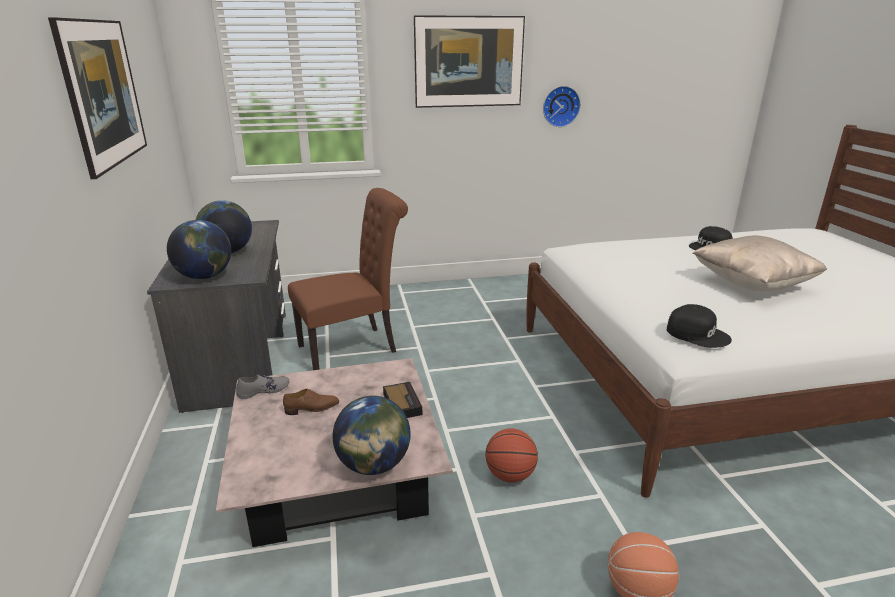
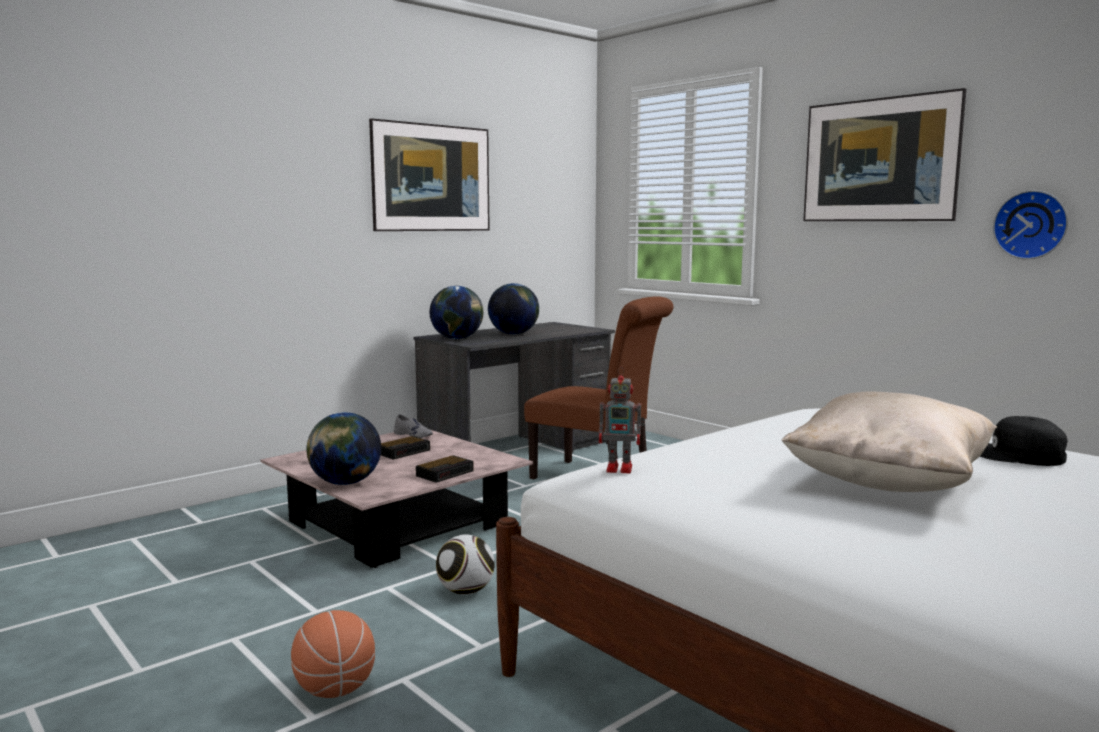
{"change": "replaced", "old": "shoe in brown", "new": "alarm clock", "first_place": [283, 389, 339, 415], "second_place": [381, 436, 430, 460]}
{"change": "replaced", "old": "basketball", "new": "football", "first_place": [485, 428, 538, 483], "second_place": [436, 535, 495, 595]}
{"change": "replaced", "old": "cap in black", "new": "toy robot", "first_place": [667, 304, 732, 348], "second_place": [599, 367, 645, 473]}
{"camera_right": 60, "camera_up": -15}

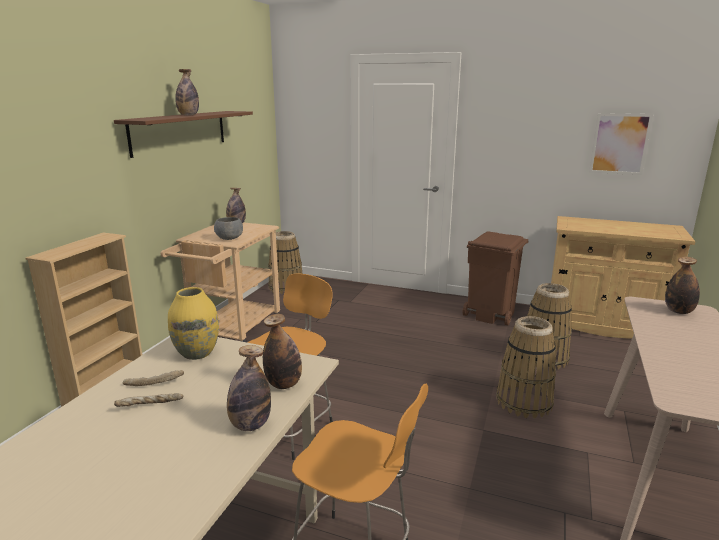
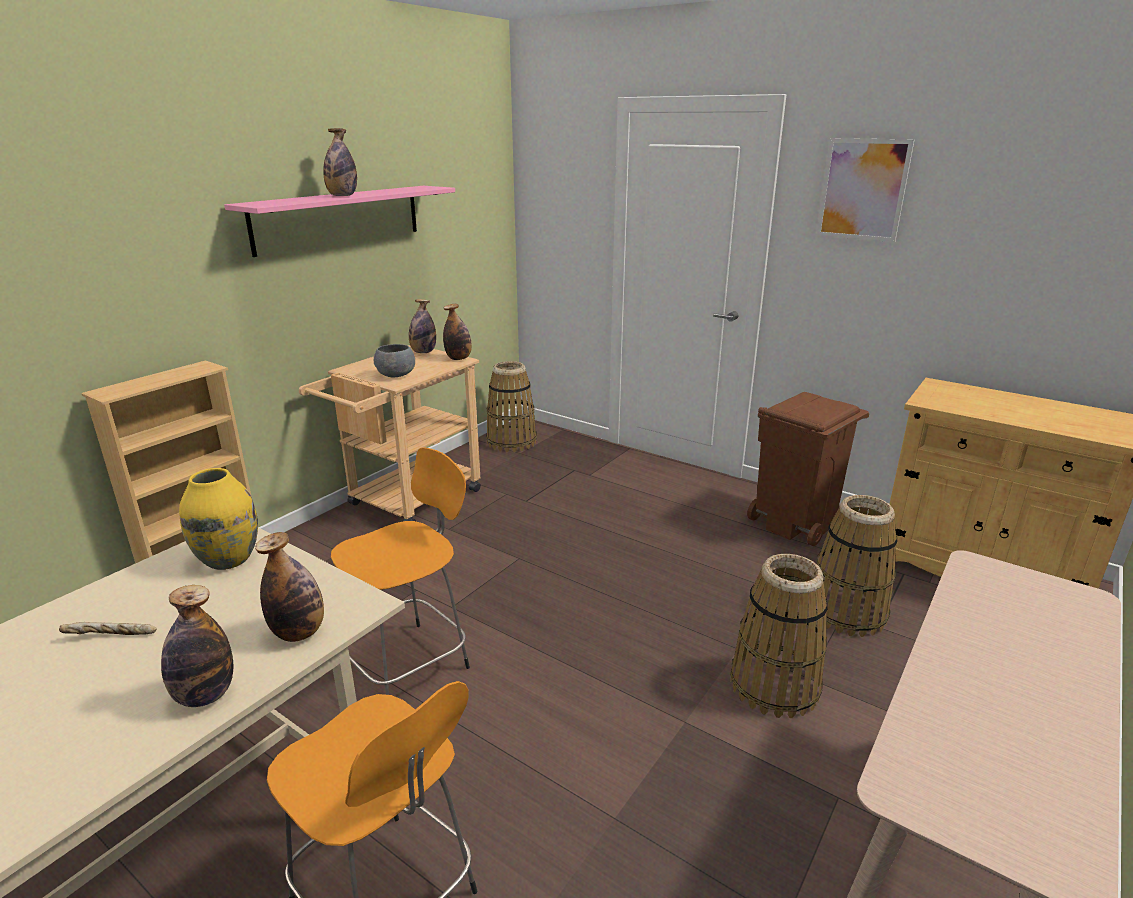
{"change": "recoloured", "old": "shelf in brown", "new": "shelf in pink", "first_place": [114, 111, 253, 158], "second_place": [224, 186, 455, 257]}
{"change": "removed", "old": "bread", "first_place": [122, 370, 184, 386]}
{"change": "moved", "old": "picture", "first_place": [589, 113, 653, 175], "second_place": [816, 138, 915, 242]}
{"change": "moved", "old": "bottle", "first_place": [665, 256, 700, 314], "second_place": [443, 304, 472, 360]}
{"camera_right": 15, "camera_up": 5}

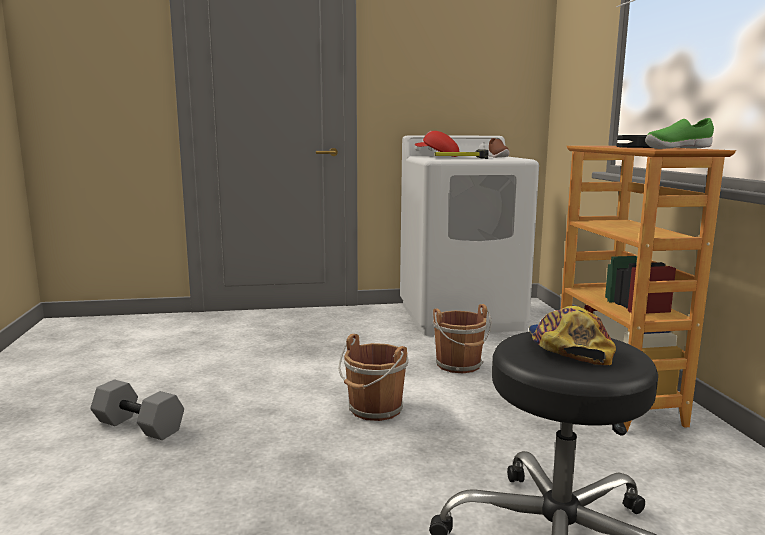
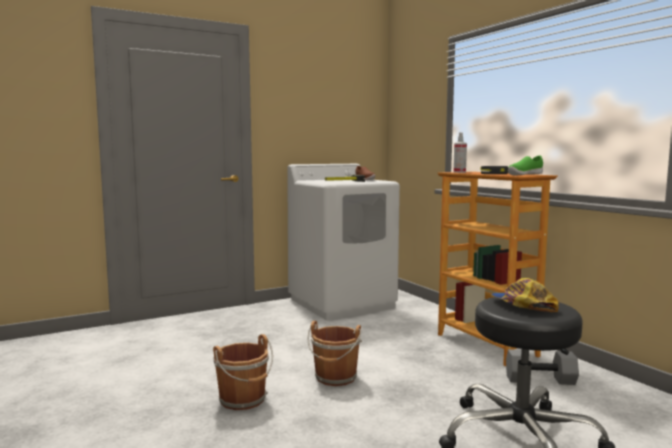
{"change": "moved", "old": "dumbbell in grey", "first_place": [90, 379, 184, 440], "second_place": [506, 349, 579, 385]}
{"change": "removed", "old": "cap in red", "first_place": [415, 131, 459, 157]}
{"change": "moved", "old": "bucket in brown", "first_place": [433, 304, 492, 373], "second_place": [213, 334, 273, 410]}
{"change": "added", "new": "spray bottle", "second_place": [453, 132, 467, 173]}
{"camera_right": -20, "camera_up": -5}

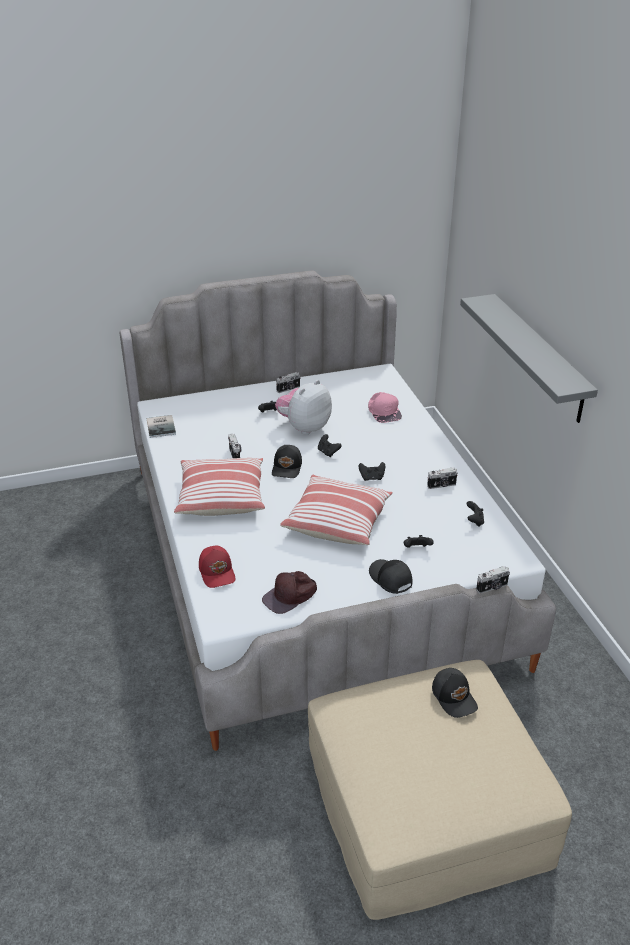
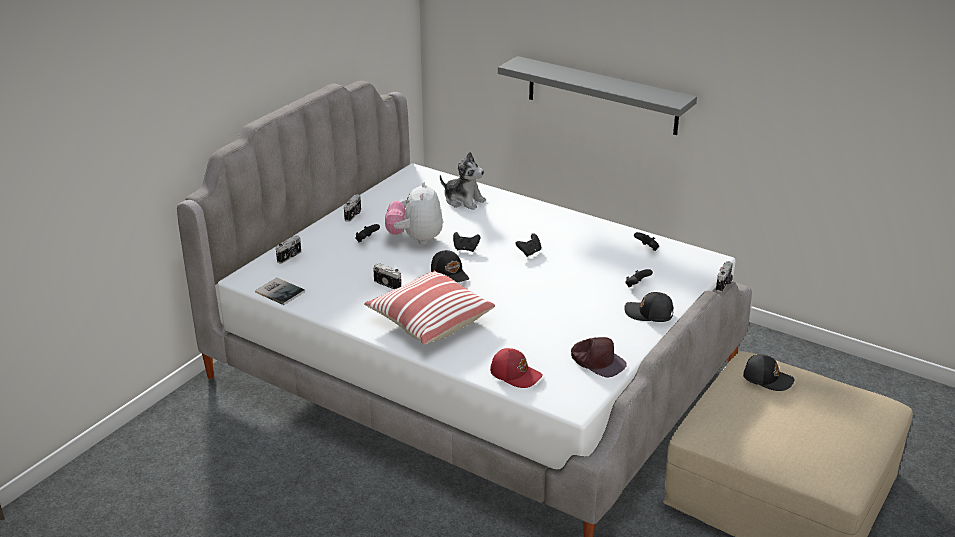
{"change": "turned", "old": "cap in brown", "first_place": [262, 571, 317, 614], "second_place": [571, 337, 627, 378], "degrees": -60}
{"change": "removed", "old": "pillow", "first_place": [280, 475, 393, 545]}
{"change": "replaced", "old": "cap in pink", "new": "plush toy", "first_place": [368, 392, 402, 423], "second_place": [440, 152, 486, 210]}
{"change": "moved", "old": "photo camera", "first_place": [427, 468, 458, 489], "second_place": [276, 235, 301, 264]}
{"camera_right": -40, "camera_up": -5}

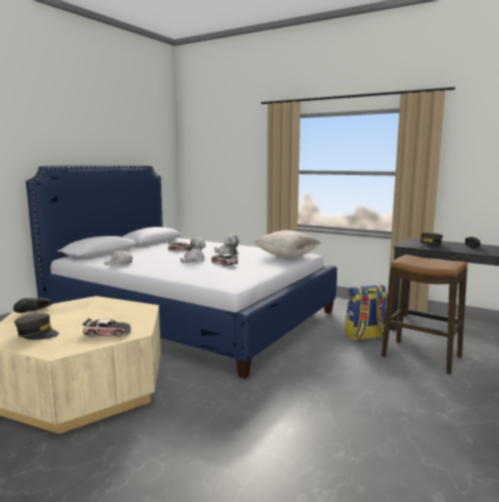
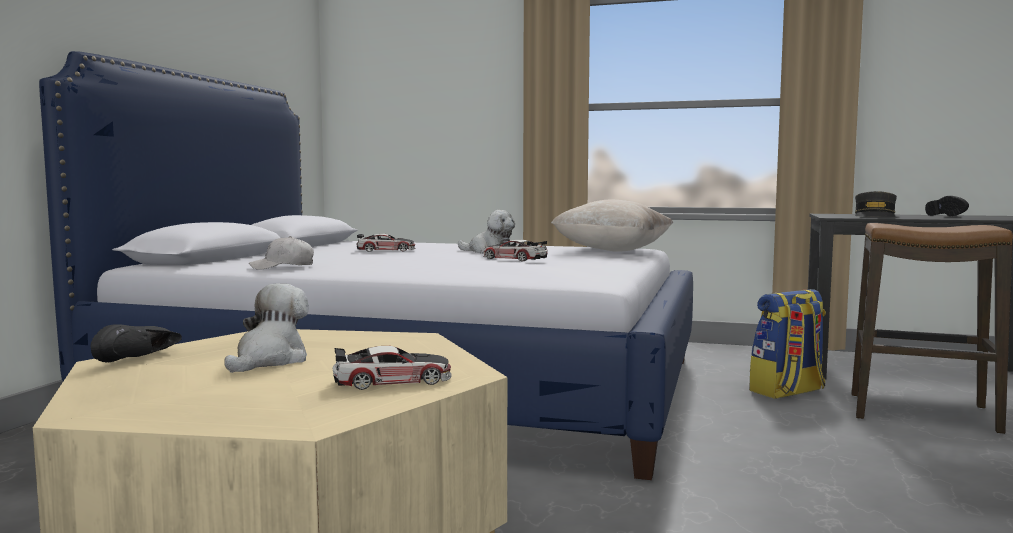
{"change": "removed", "old": "cap in grey", "first_place": [14, 314, 59, 340]}
{"change": "moved", "old": "plush toy", "first_place": [180, 237, 206, 263], "second_place": [224, 284, 309, 373]}
{"camera_right": -15, "camera_up": -5}

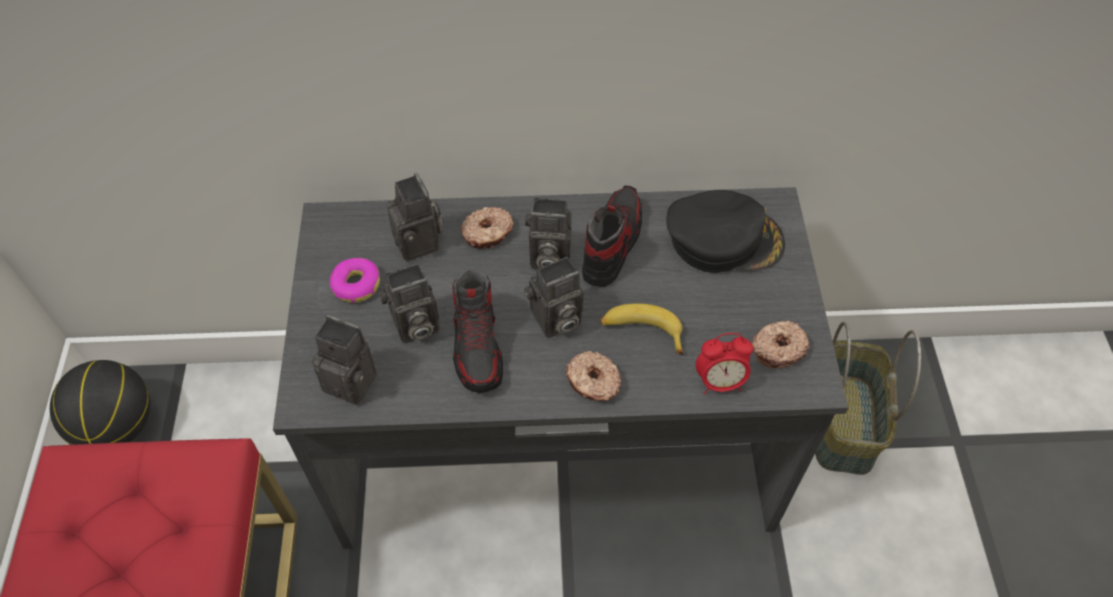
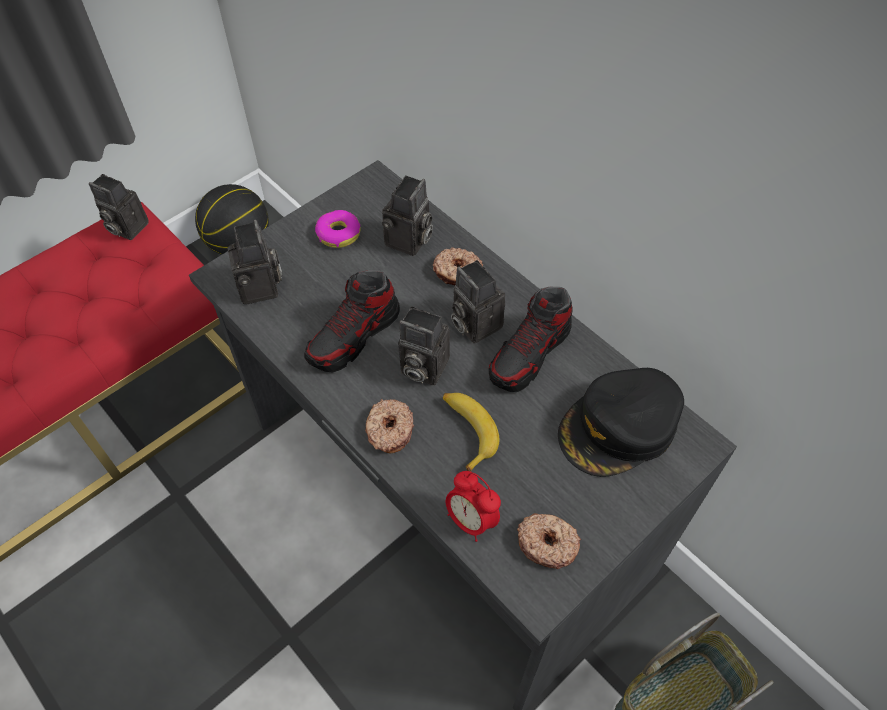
{"change": "moved", "old": "photo camera", "first_place": [379, 263, 439, 343], "second_place": [89, 174, 149, 240]}
{"change": "turned", "old": "shoe", "first_place": [582, 186, 642, 287], "second_place": [489, 287, 573, 392], "degrees": 150}
{"change": "turned", "old": "cap in black", "first_place": [666, 190, 785, 273], "second_place": [558, 368, 684, 477], "degrees": 90}
{"camera_right": 50, "camera_up": 0}

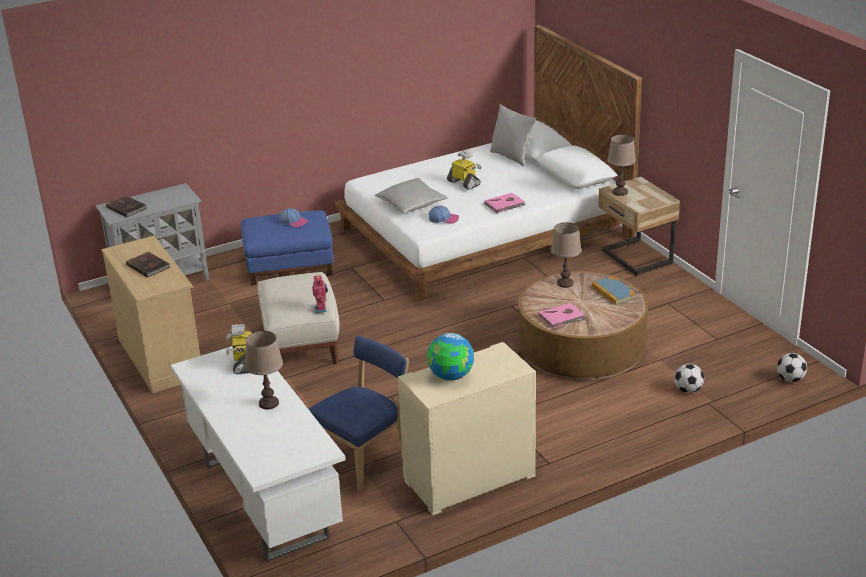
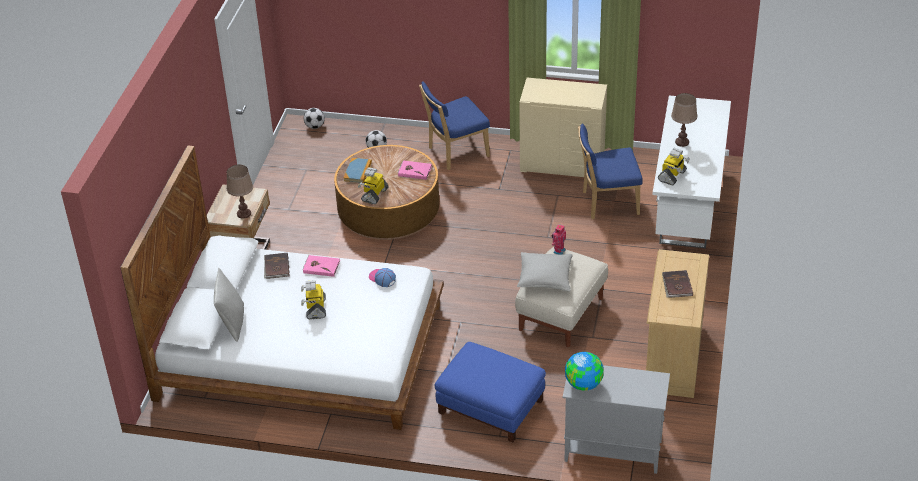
{"change": "moved", "old": "book in brown", "first_place": [106, 196, 147, 217], "second_place": [264, 253, 290, 279]}
{"change": "removed", "old": "cap", "first_place": [279, 208, 308, 227]}
{"change": "moved", "old": "pillow in grey", "first_place": [375, 178, 448, 214], "second_place": [517, 252, 573, 292]}
{"change": "moved", "old": "globe", "first_place": [427, 333, 474, 381], "second_place": [565, 352, 604, 390]}
{"change": "replaced", "old": "table lamp in brown", "new": "toy robot", "first_place": [551, 222, 582, 288], "second_place": [358, 167, 389, 204]}
{"change": "added", "new": "chair in blue", "second_place": [419, 81, 490, 170]}
{"camera_right": -140, "camera_up": 10}

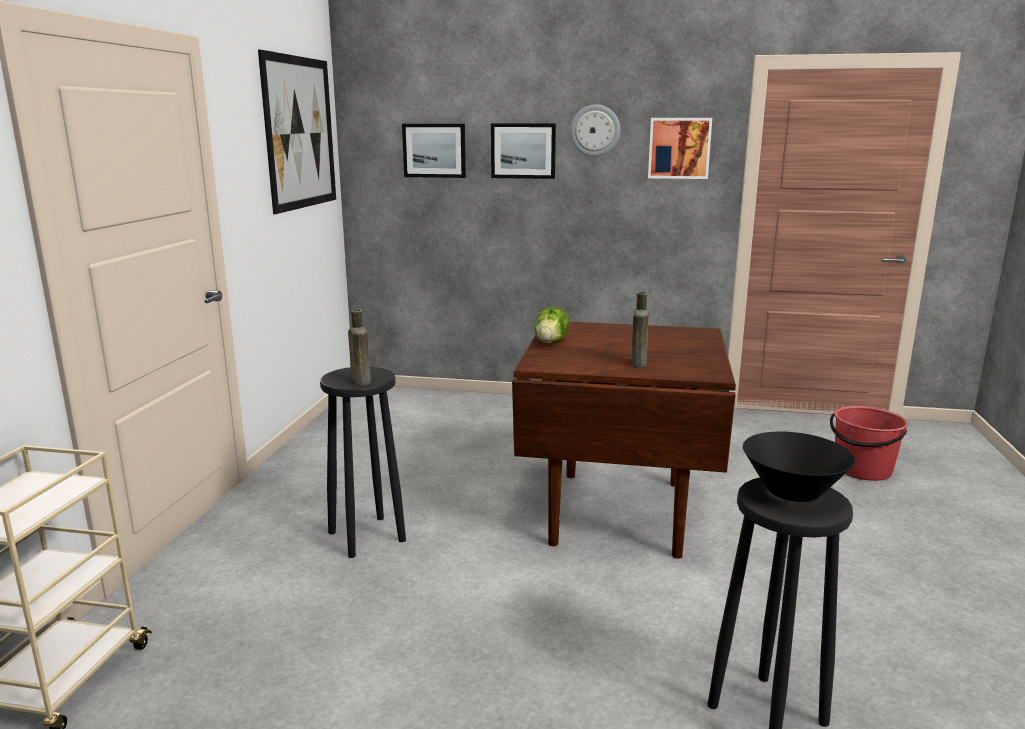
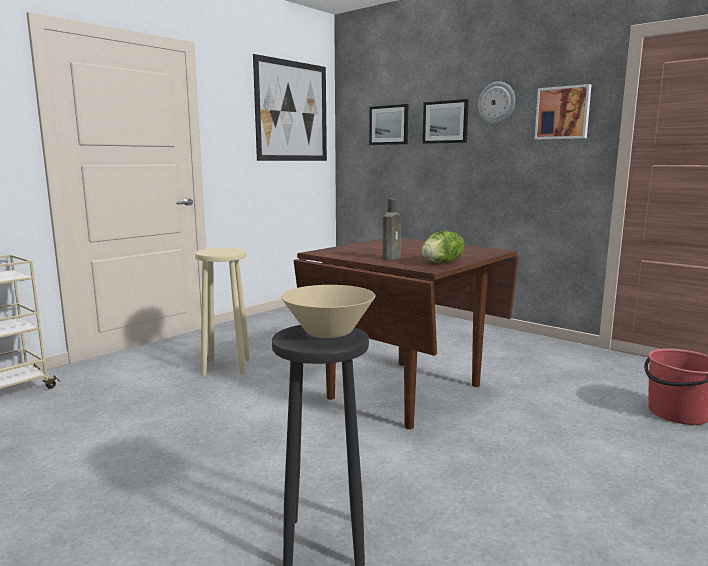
{"change": "recoloured", "old": "stool in black", "new": "stool in beige", "first_place": [320, 367, 406, 558], "second_place": [195, 248, 250, 375]}
{"change": "removed", "old": "bottle in brown", "first_place": [348, 309, 371, 386]}
{"change": "moved", "old": "lettuce", "first_place": [534, 307, 569, 343], "second_place": [421, 231, 464, 263]}
{"change": "recoloured", "old": "bowl in black", "new": "bowl in beige", "first_place": [743, 432, 855, 502], "second_place": [281, 285, 376, 338]}
{"camera_right": 30, "camera_up": -5}

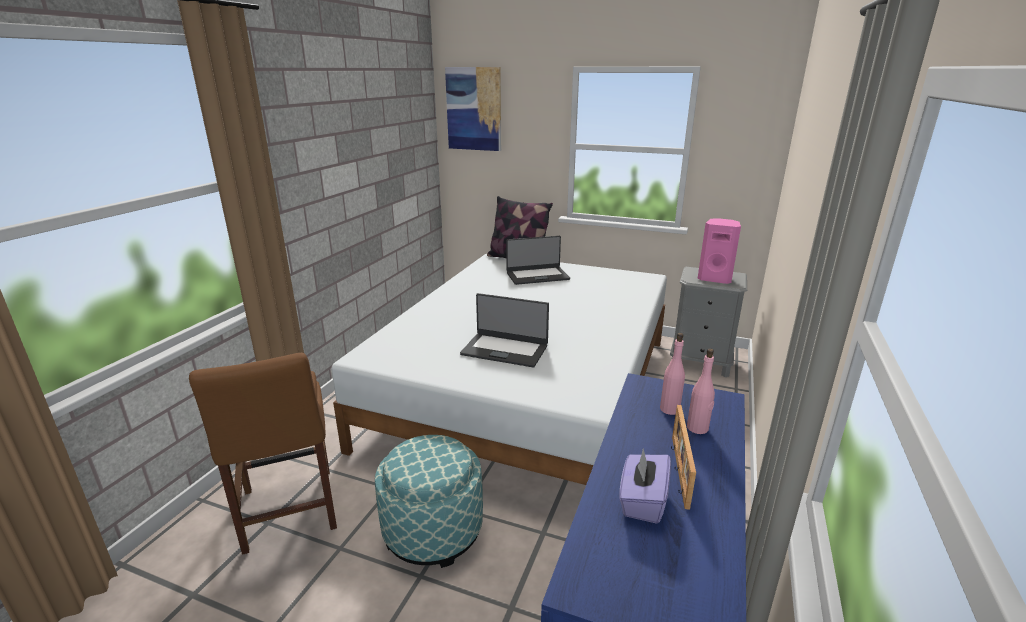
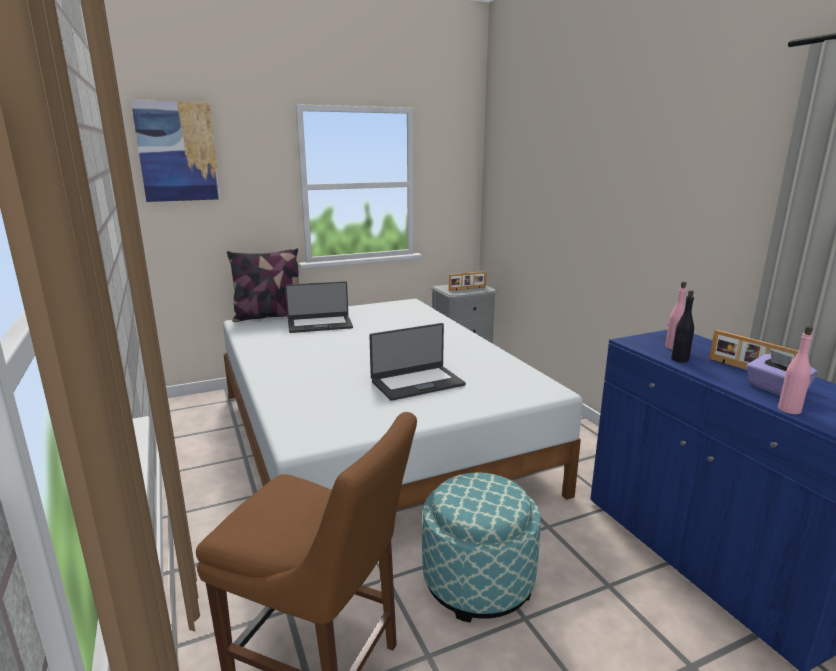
{"change": "turned", "old": "laptop", "first_place": [506, 236, 570, 285], "second_place": [285, 281, 353, 333], "degrees": 45}
{"change": "moved", "old": "bottle in pink", "first_place": [687, 348, 715, 434], "second_place": [778, 326, 813, 414]}
{"change": "replaced", "old": "speaker in pink", "new": "picture frame", "first_place": [698, 218, 741, 284], "second_place": [449, 271, 487, 291]}
{"change": "added", "new": "bottle in black", "second_place": [671, 290, 694, 362]}
{"camera_right": -45, "camera_up": -5}

